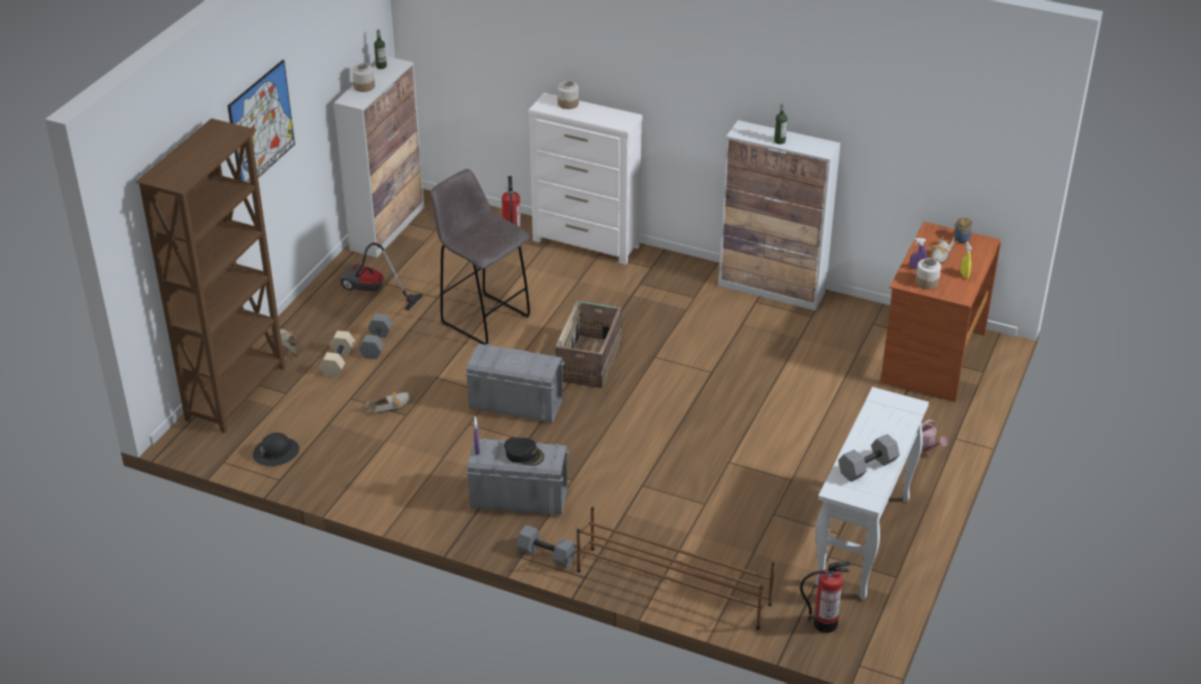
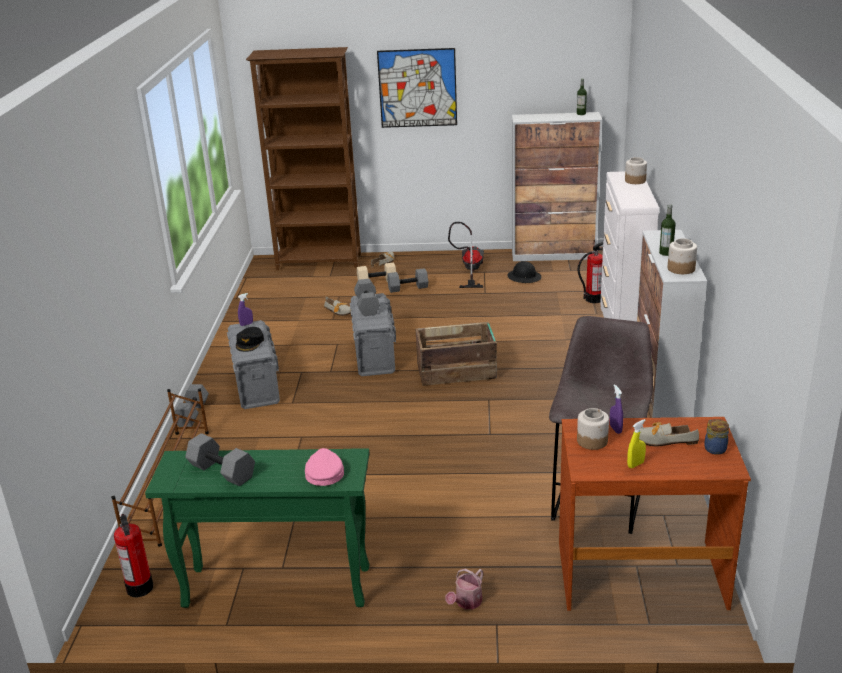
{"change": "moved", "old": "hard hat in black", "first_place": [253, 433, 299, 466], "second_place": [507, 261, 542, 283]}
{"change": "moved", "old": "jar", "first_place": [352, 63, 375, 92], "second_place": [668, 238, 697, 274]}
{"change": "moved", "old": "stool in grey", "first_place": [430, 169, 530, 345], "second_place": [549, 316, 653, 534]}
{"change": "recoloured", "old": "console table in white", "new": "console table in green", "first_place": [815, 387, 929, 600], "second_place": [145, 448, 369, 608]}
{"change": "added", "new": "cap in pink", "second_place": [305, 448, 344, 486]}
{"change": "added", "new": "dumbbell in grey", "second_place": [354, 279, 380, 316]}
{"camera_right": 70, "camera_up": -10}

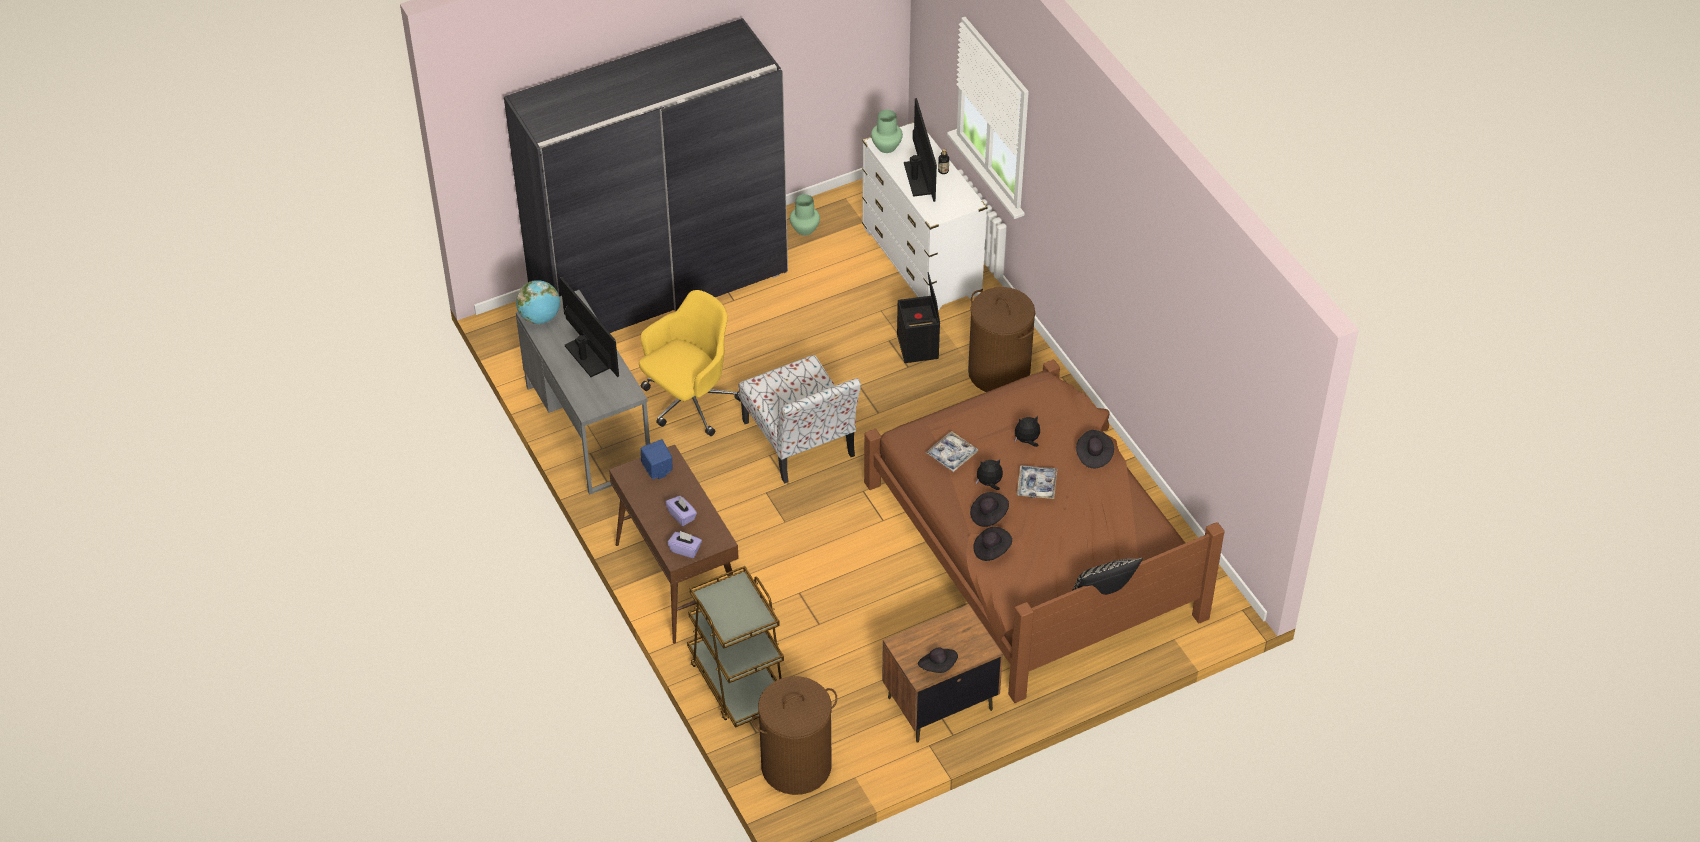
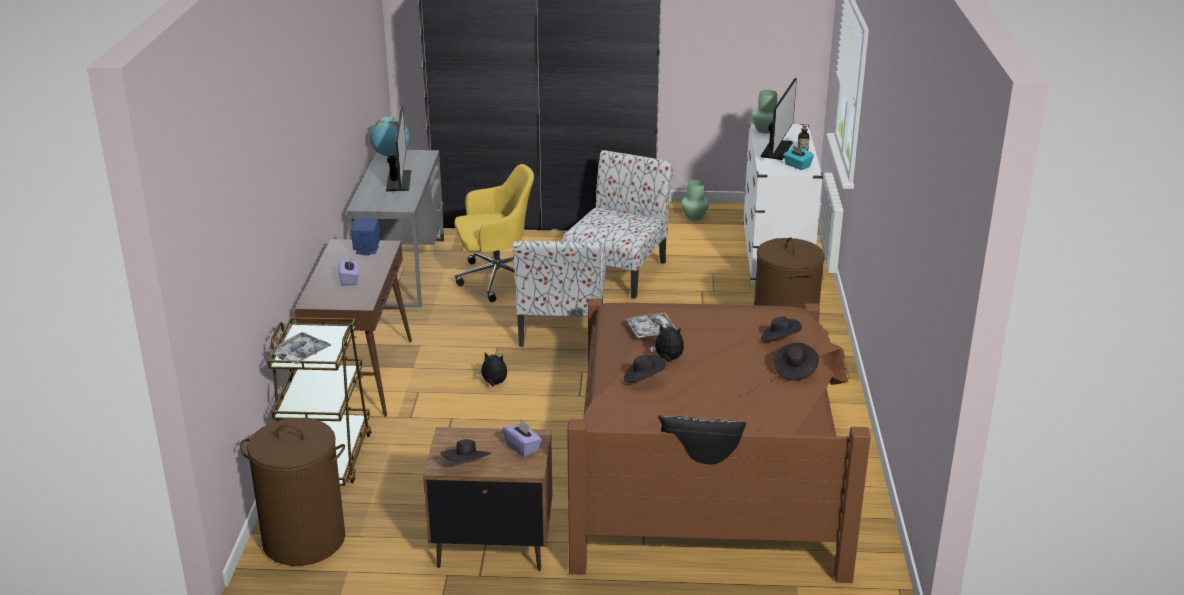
{"change": "moved", "old": "tissue box in purple", "first_place": [668, 531, 702, 558], "second_place": [503, 419, 542, 457]}
{"change": "removed", "old": "storage box in black", "first_place": [897, 272, 940, 363]}
{"change": "moved", "old": "hat in black", "first_place": [973, 527, 1012, 561], "second_place": [761, 317, 802, 341]}
{"change": "moved", "old": "plush toy", "first_place": [1015, 416, 1040, 447], "second_place": [477, 353, 507, 386]}
{"change": "moved", "old": "tray", "first_place": [1017, 465, 1058, 499], "second_place": [268, 332, 331, 364]}
{"change": "added", "new": "chair", "second_place": [563, 150, 673, 299]}
{"change": "added", "new": "tissue box in turquoise", "second_place": [783, 146, 814, 170]}
{"camera_right": 30, "camera_up": -20}

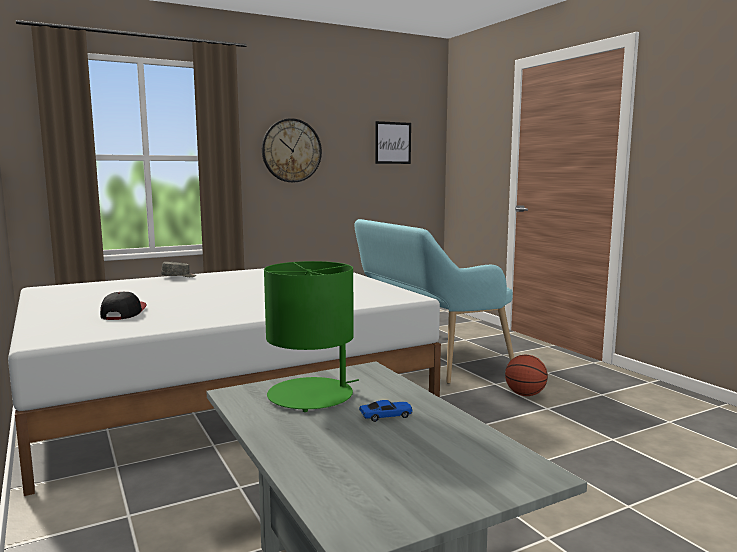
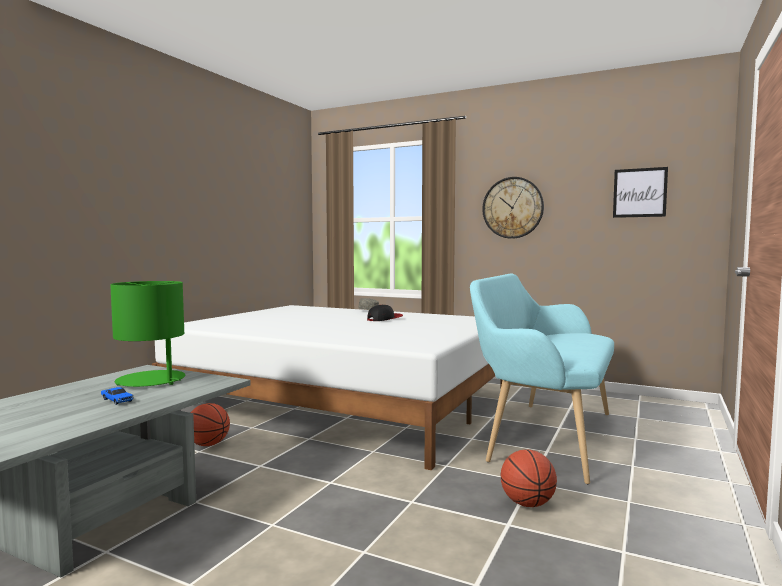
{"change": "moved", "old": "cap", "first_place": [100, 292, 147, 320], "second_place": [367, 305, 403, 321]}
{"change": "added", "new": "basketball", "second_place": [190, 403, 230, 446]}
{"camera_right": 55, "camera_up": -5}

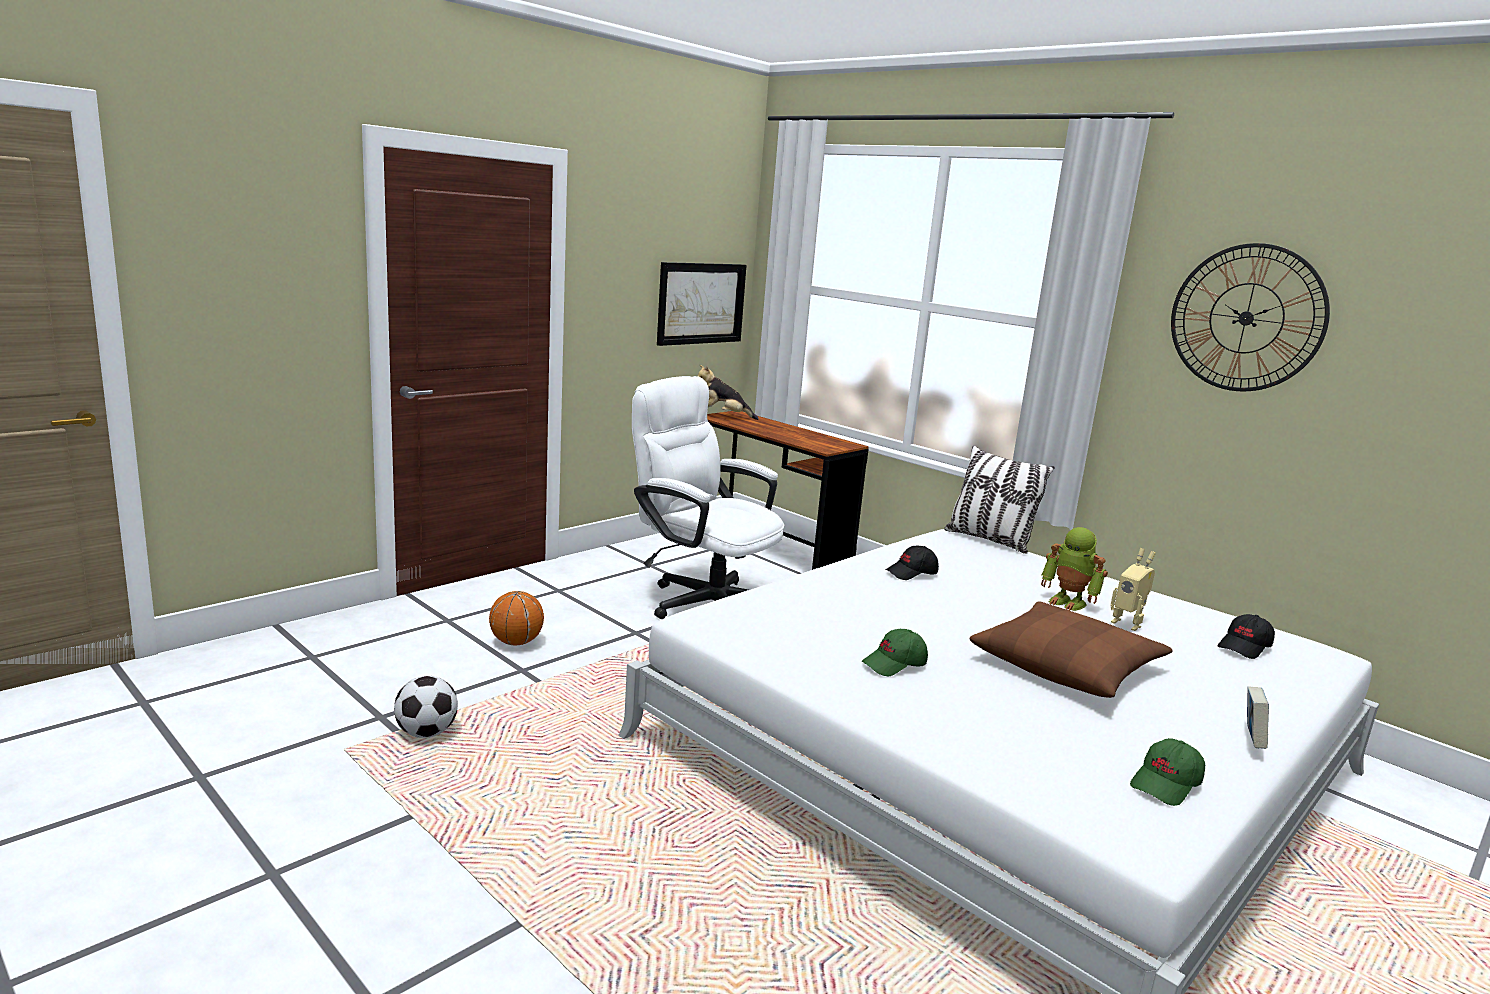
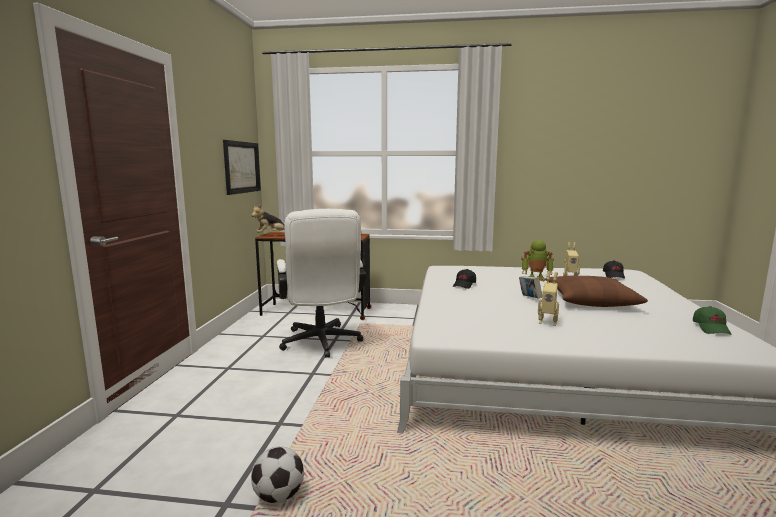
{"change": "removed", "old": "basketball", "first_place": [489, 591, 544, 645]}
{"change": "turned", "old": "office chair in white", "first_place": [632, 376, 785, 619], "second_place": [277, 209, 366, 358], "degrees": -105}
{"change": "replaced", "old": "cap in green", "new": "toy robot", "first_place": [861, 629, 928, 676], "second_place": [538, 271, 559, 326]}
{"change": "removed", "old": "pillow", "first_place": [944, 445, 1055, 554]}
{"change": "removed", "old": "wall clock", "first_place": [1171, 243, 1330, 392]}
{"change": "moved", "old": "book", "first_place": [1247, 686, 1269, 749], "second_place": [519, 276, 542, 299]}
{"camera_right": -35, "camera_up": -5}

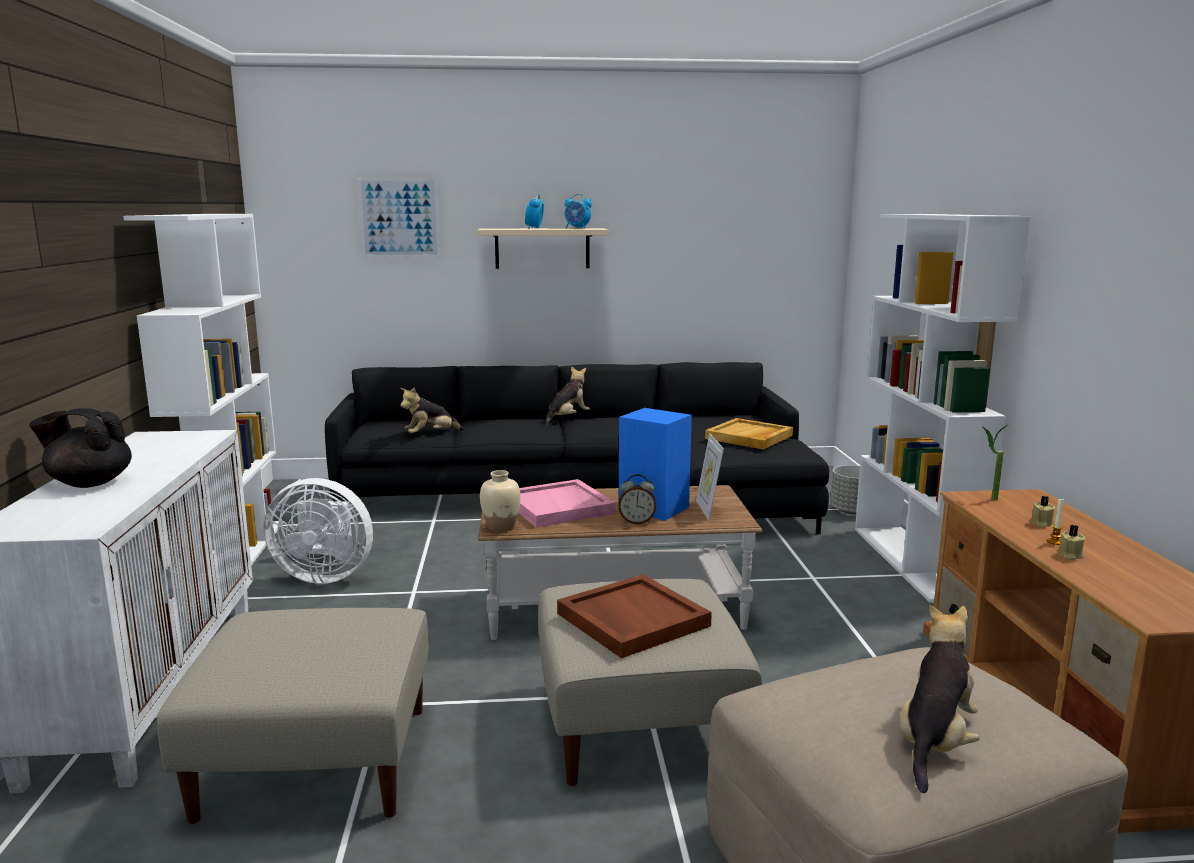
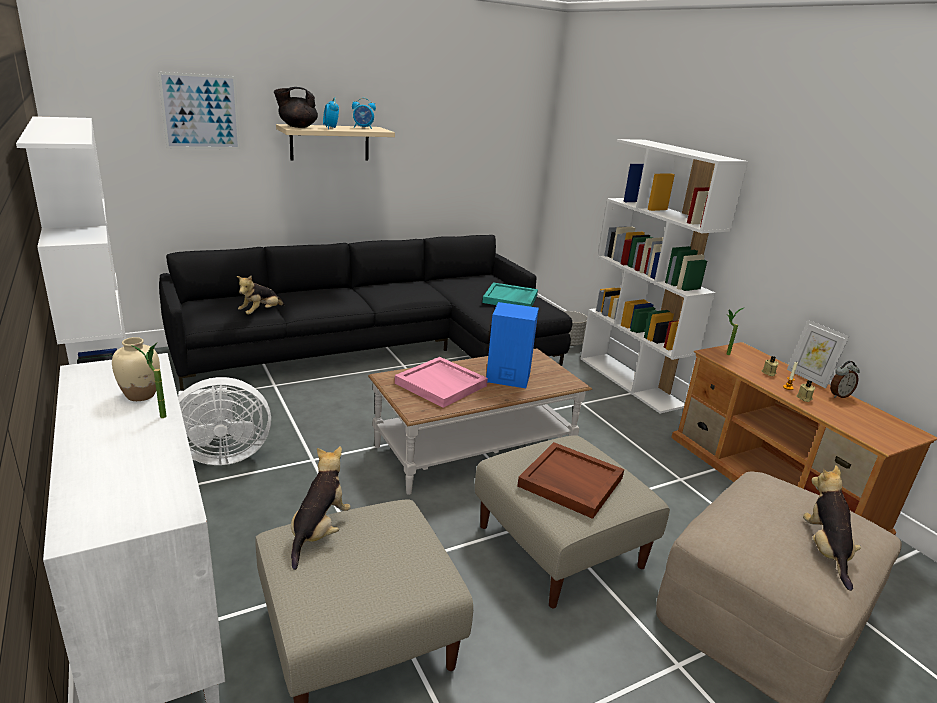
{"change": "moved", "old": "teapot in black", "first_place": [29, 408, 132, 488], "second_place": [274, 87, 318, 128]}
{"change": "moved", "old": "vase in beige", "first_place": [480, 470, 521, 532], "second_place": [112, 337, 160, 401]}
{"change": "moved", "old": "plush toy", "first_place": [545, 366, 590, 426], "second_place": [291, 446, 351, 570]}
{"change": "moved", "old": "alarm clock", "first_place": [618, 474, 656, 524], "second_place": [830, 361, 860, 398]}
{"change": "moved", "old": "picture frame", "first_place": [696, 433, 724, 520], "second_place": [787, 320, 849, 388]}
{"change": "recoloured", "old": "tray in beige", "new": "tray in turquoise", "first_place": [705, 418, 793, 450], "second_place": [482, 282, 538, 307]}
{"change": "added", "new": "potted plant", "second_place": [131, 343, 166, 418]}
{"camera_right": -25, "camera_up": 10}

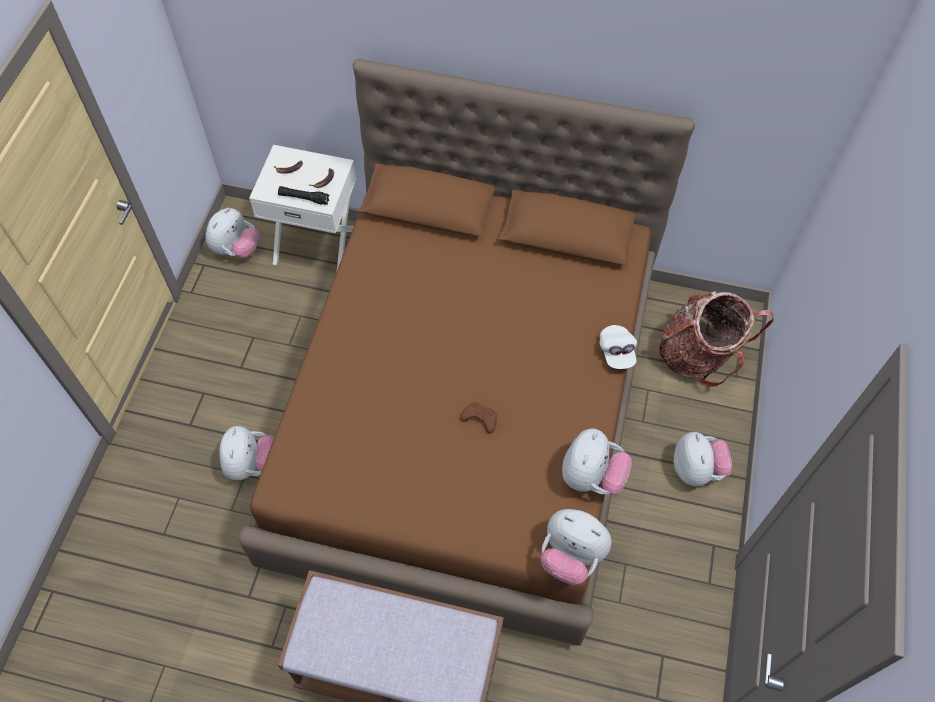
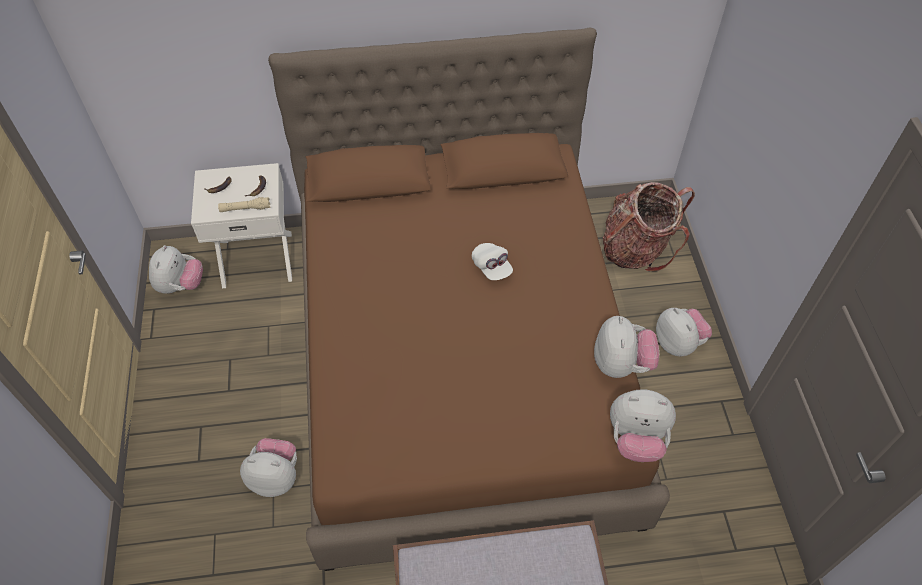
{"change": "turned", "old": "plush toy", "first_place": [219, 426, 274, 480], "second_place": [240, 438, 297, 497], "degrees": -60}
{"change": "recoloured", "old": "flashlight in black", "new": "flashlight in beige", "first_place": [278, 186, 329, 205], "second_place": [218, 197, 271, 212]}
{"change": "removed", "old": "game controller in brown", "first_place": [460, 403, 497, 433]}
{"change": "moved", "old": "cap in white", "first_place": [599, 325, 637, 369], "second_place": [472, 243, 513, 280]}
{"camera_right": -20, "camera_up": -5}

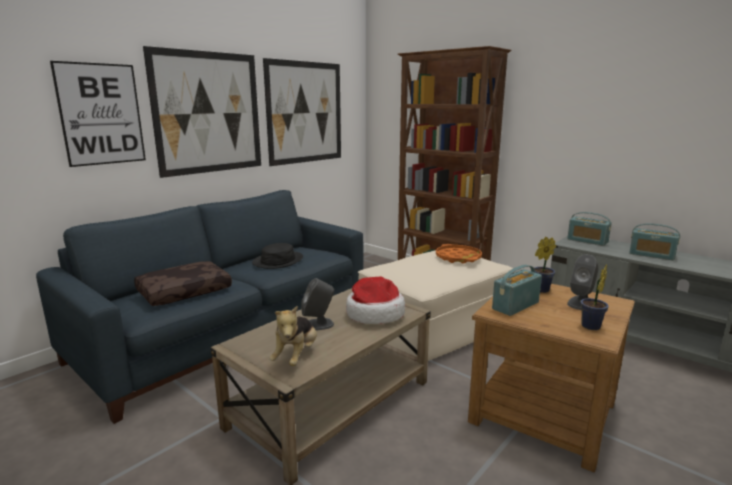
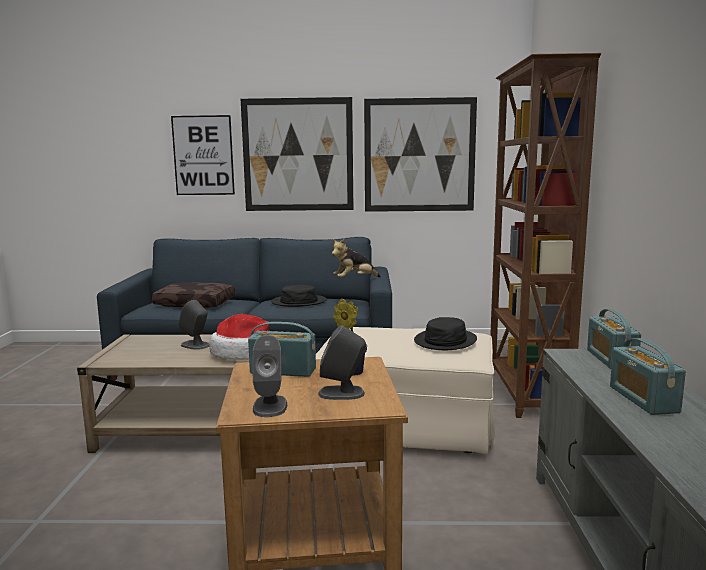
{"change": "moved", "old": "plush toy", "first_place": [269, 306, 317, 366], "second_place": [332, 239, 381, 278]}
{"change": "replaced", "old": "tray in orange", "new": "hat in black", "first_place": [436, 244, 482, 264], "second_place": [414, 317, 477, 350]}
{"change": "replaced", "old": "potted plant", "new": "speaker in grey", "first_place": [580, 264, 609, 330], "second_place": [253, 335, 287, 417]}
{"camera_right": 50, "camera_up": -5}

